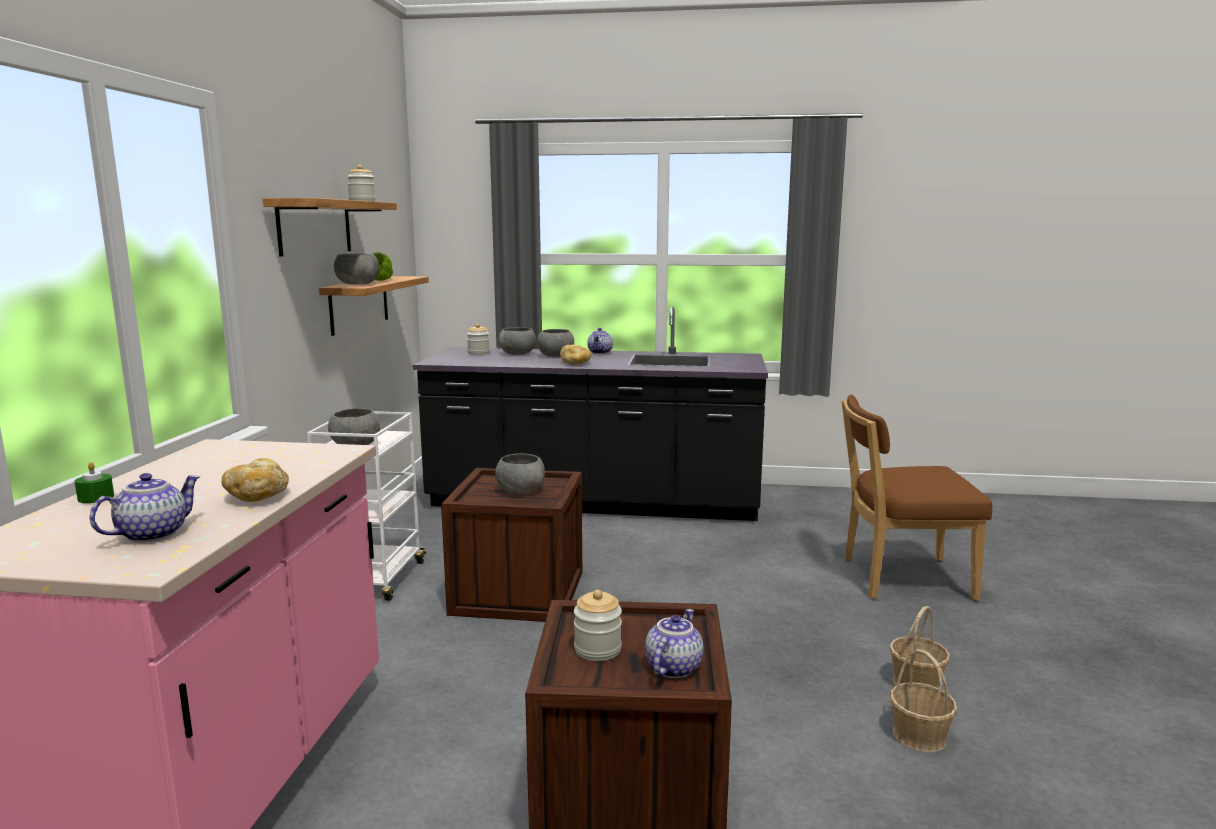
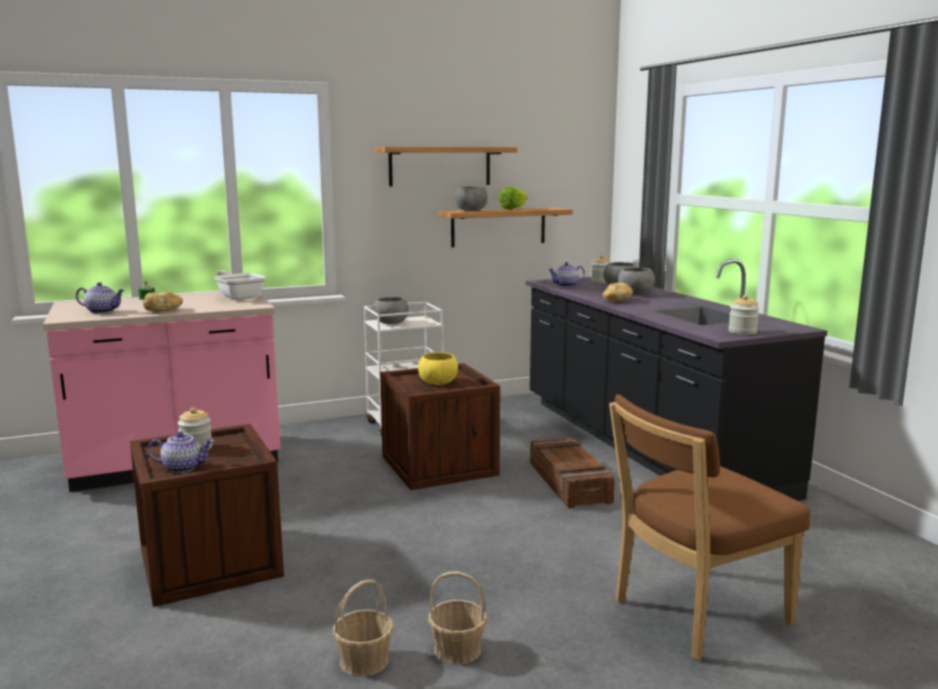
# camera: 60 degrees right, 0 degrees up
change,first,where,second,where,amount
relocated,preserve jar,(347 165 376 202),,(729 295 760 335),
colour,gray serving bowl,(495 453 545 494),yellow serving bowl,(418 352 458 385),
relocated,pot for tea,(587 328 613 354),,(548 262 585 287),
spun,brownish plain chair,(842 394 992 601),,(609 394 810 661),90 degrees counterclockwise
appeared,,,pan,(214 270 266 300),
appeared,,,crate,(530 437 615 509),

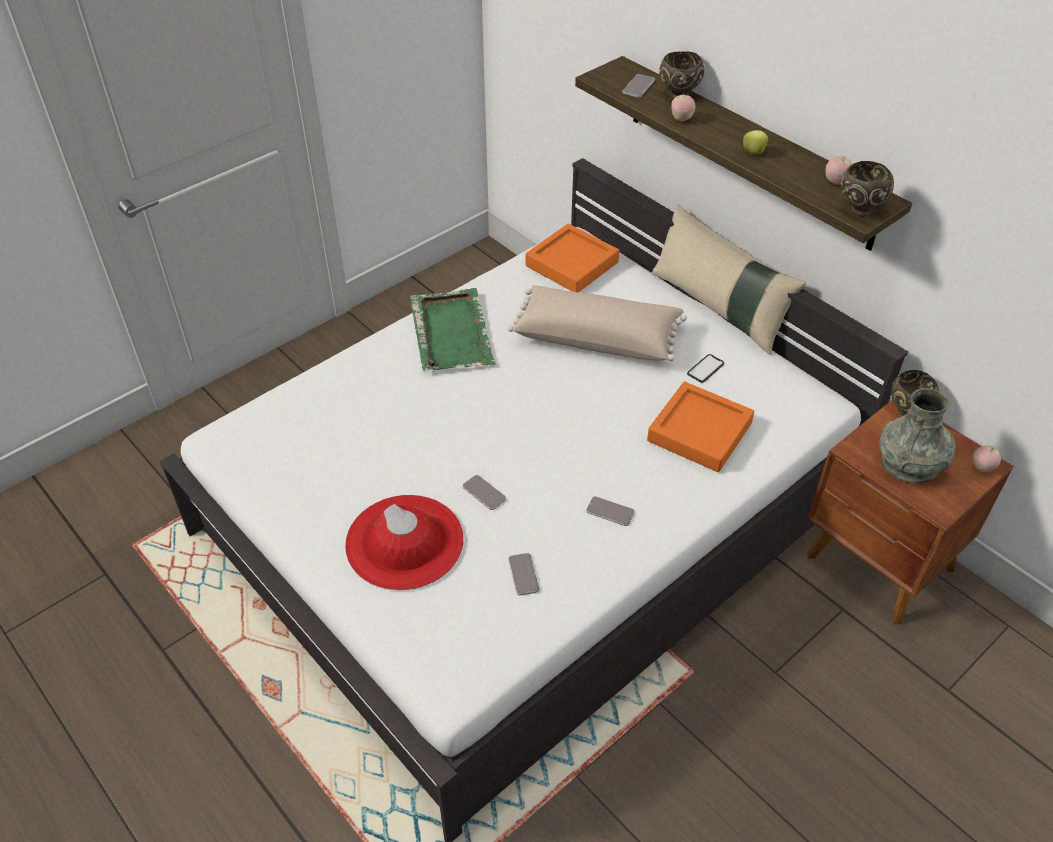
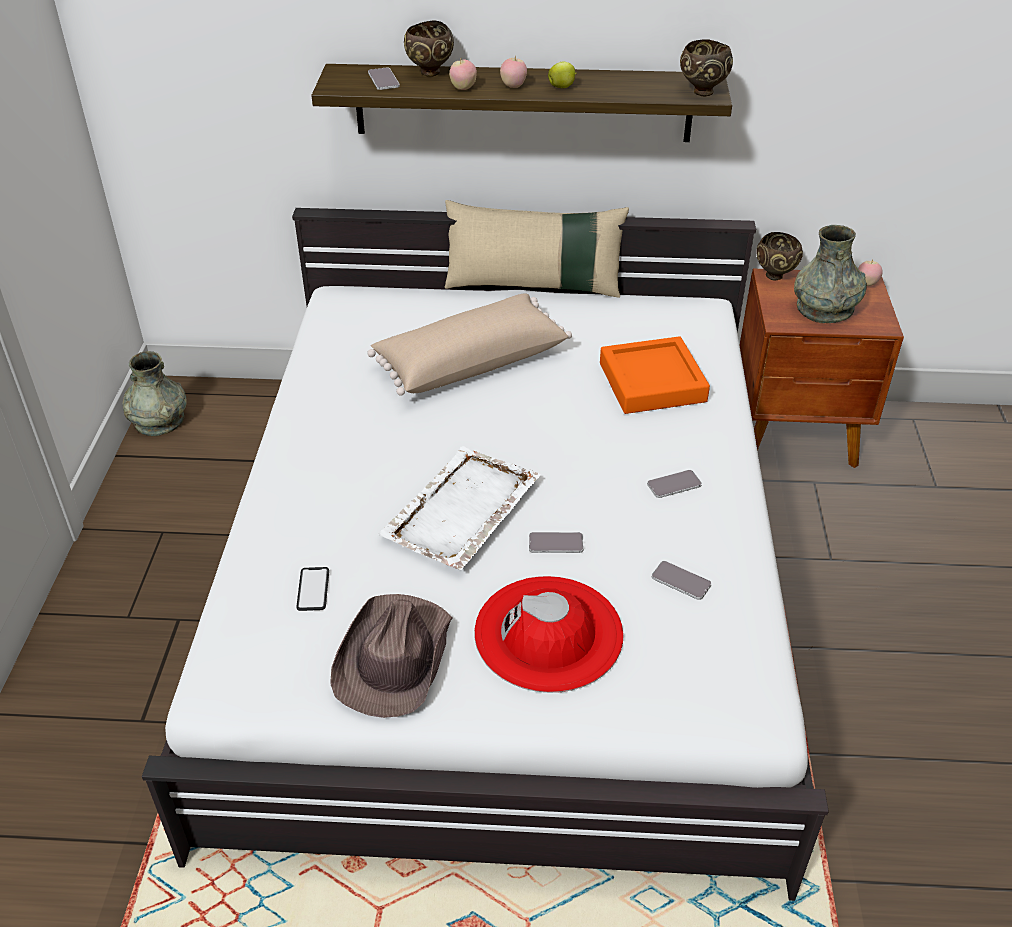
# camera: 45 degrees left, 5 degrees down
change,first,where,second,where,amount
missing,green carrying tray,(410 288 496 371),,,
missing,orange-coloured carrying tray,(525 224 619 292),,,
relocated,handset,(687 354 724 383),,(296 567 329 611),
relocated,whole apple,(826 156 852 185),,(500 56 527 88),
appeared,,,gray flower vase,(123 351 187 436),
appeared,,,brownish clothing hat,(330 594 453 718),
appeared,,,white-coloured carrying tray,(378 446 541 570),

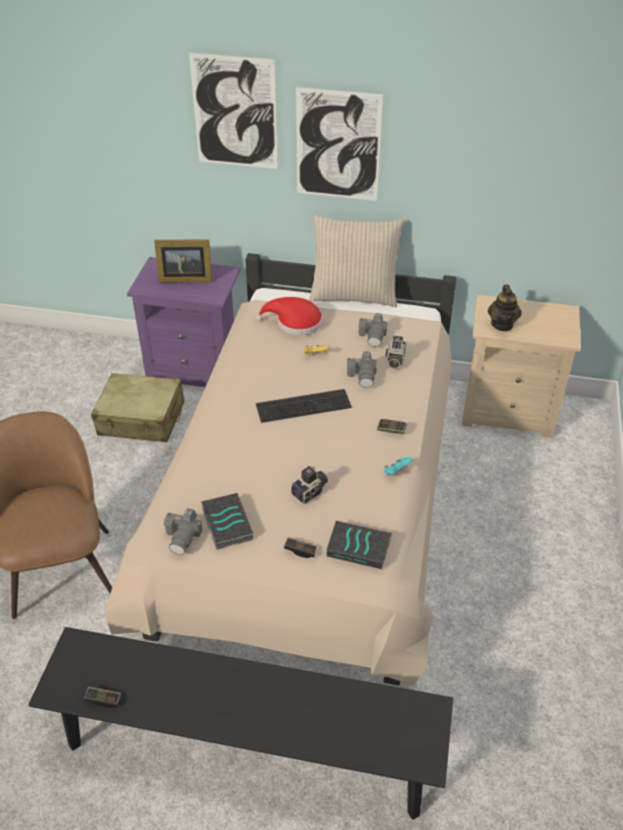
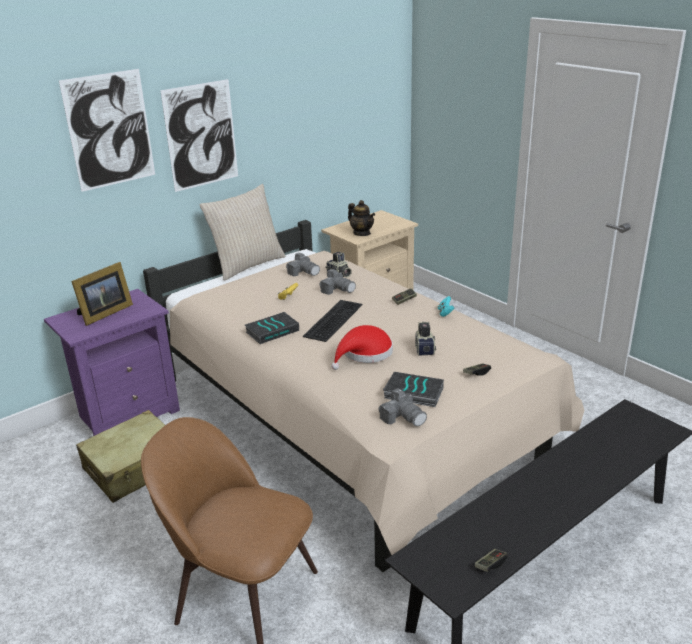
# camera: 50 degrees left, 15 degrees down
change,first,where,second,where,amount
relocated,reddish clothing hat,(256 297 323 336),,(331 325 393 370),
relocated,bound book,(327 521 392 569),,(245 312 299 344),

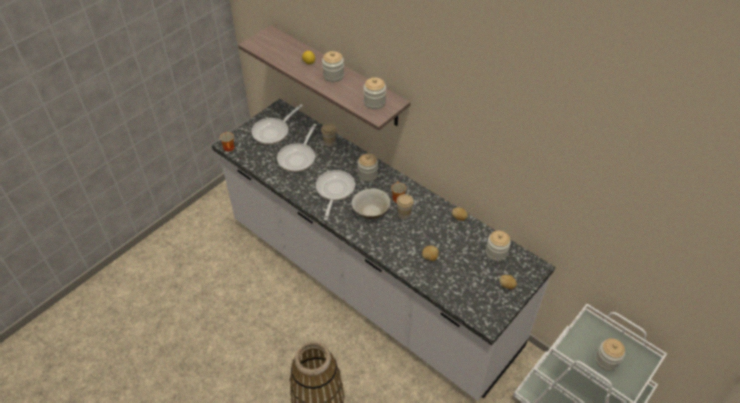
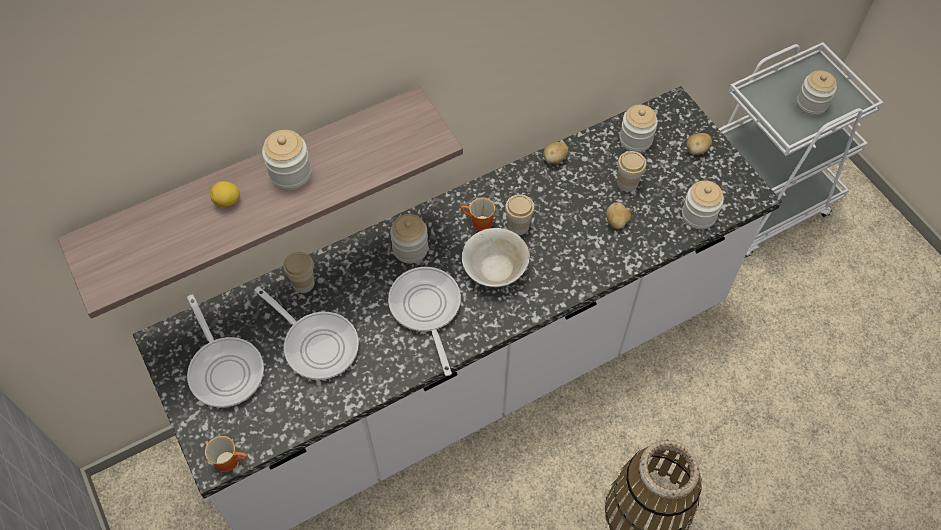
# camera: 70 degrees left, 10 degrees up
change,first,where,second,where,amount
spun,pan,(316 170 355 220),,(388 267 461 376),45 degrees clockwise
relocated,preserve jar,(364 78 386 110),,(682 180 724 230),
appeared,,,drinking cup,(617 151 646 192),

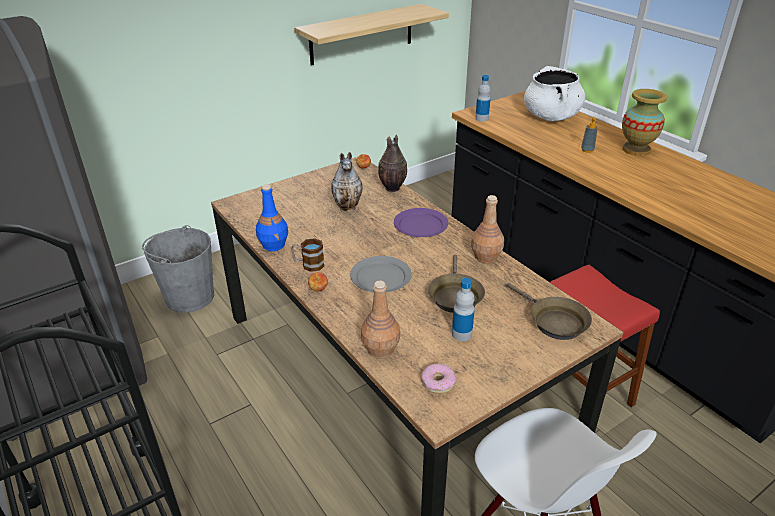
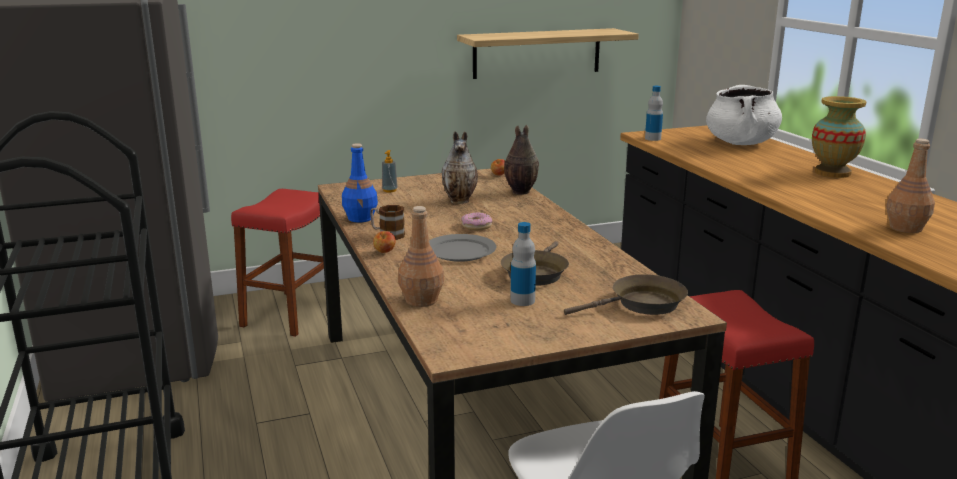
# camera: 15 degrees right, 15 degrees down
change,first,where,second,where,amount
exchanged,gray bucket,(142 225 214 313),reddish stool,(231 189 324 337),
missing,purplish plate,(394 208 448 237),,,
relocated,donut,(421 363 457 394),,(461 212 492 230),
relocated,brownish drink bottle,(471 195 504 264),,(886 139 935 233),
spun,brownish pan,(506 283 592 340),,(564 274 688 315),90 degrees counterclockwise
relocated,soap bottle,(581 117 598 153),,(382 150 398 193),

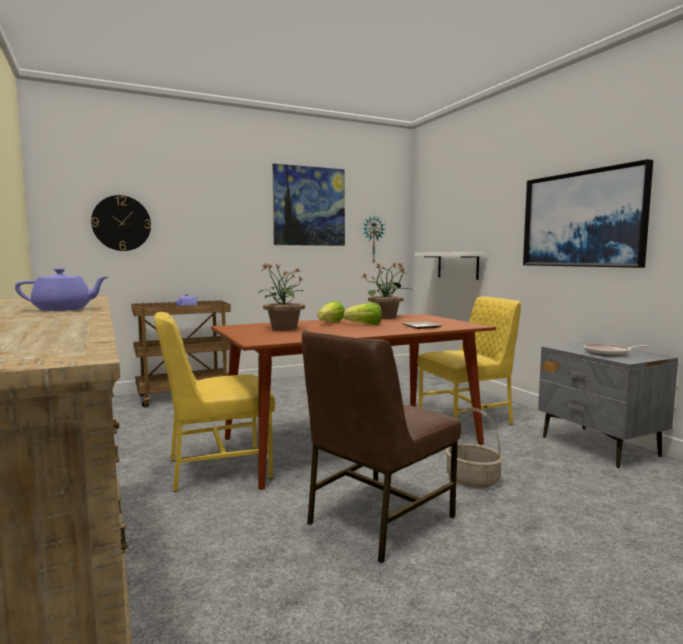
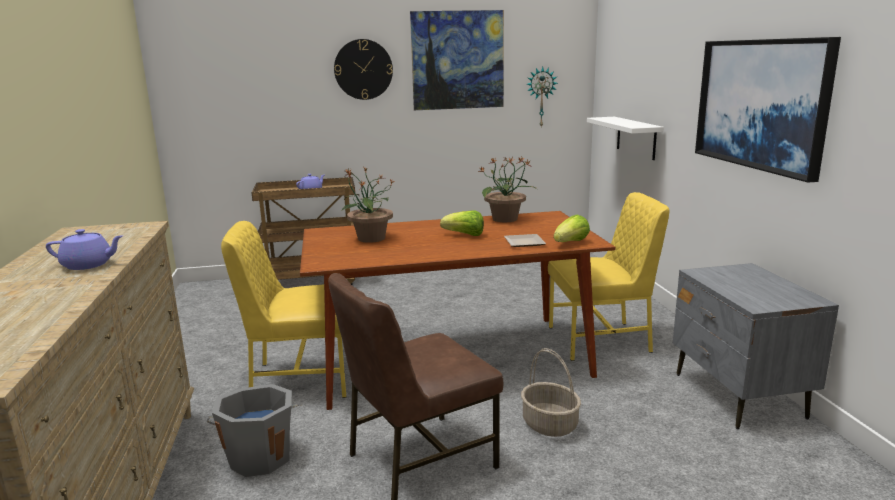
# camera: 15 degrees right, 10 degrees up
change,first,where,second,where,amount
relocated,clock on the wall,(91 195 151 251),,(334 39 393 100),
relocated,lettuce,(318 301 345 322),,(554 215 590 242),
missing,pan,(584 344 649 357),,,
appeared,,,gray bucket,(207 384 302 477),

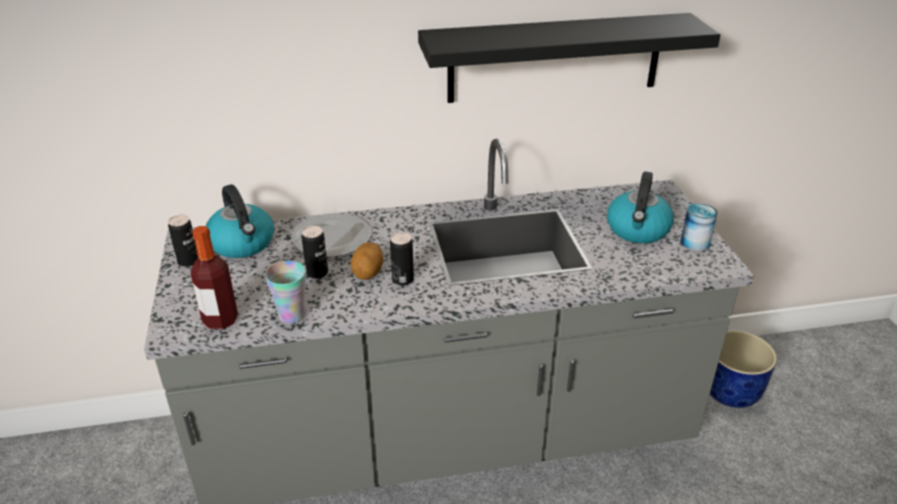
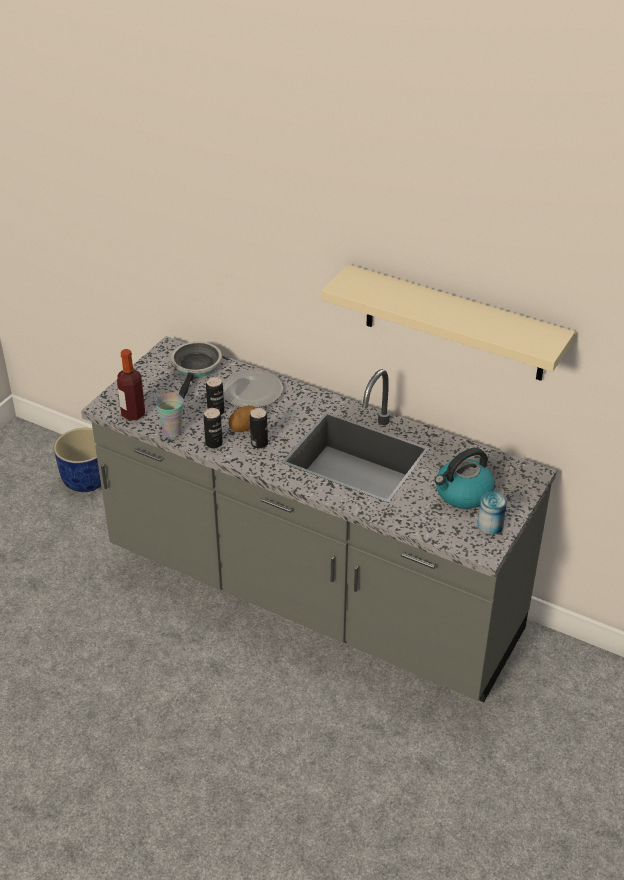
# camera: 40 degrees right, 5 degrees up
change,first,where,second,where,amount
relocated,metal can,(168 215 198 267),,(203 408 223 448),
exchanged,water kettle,(206 184 274 258),pan,(171 342 222 399),
colour,blackish bracket shelf,(418 13 721 103),beige-coloured bracket shelf,(321 264 575 381),
relocated,blue planter,(710 330 777 408),,(54 428 101 492),

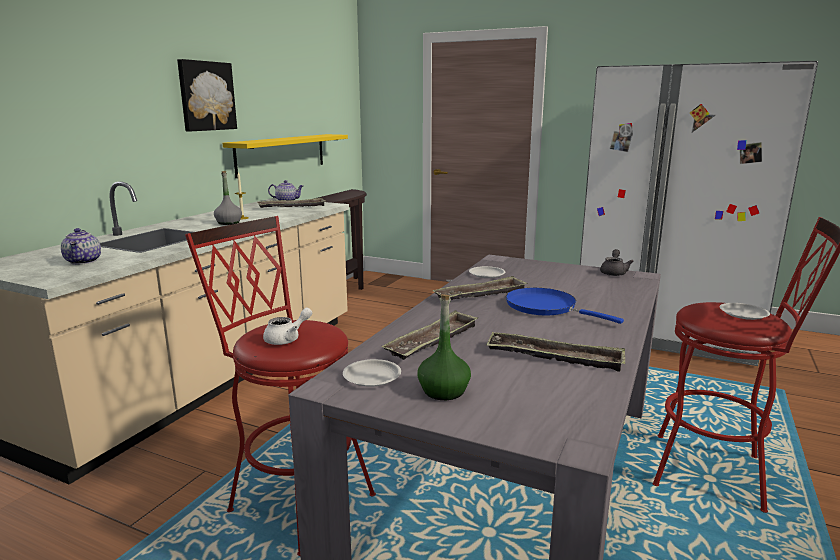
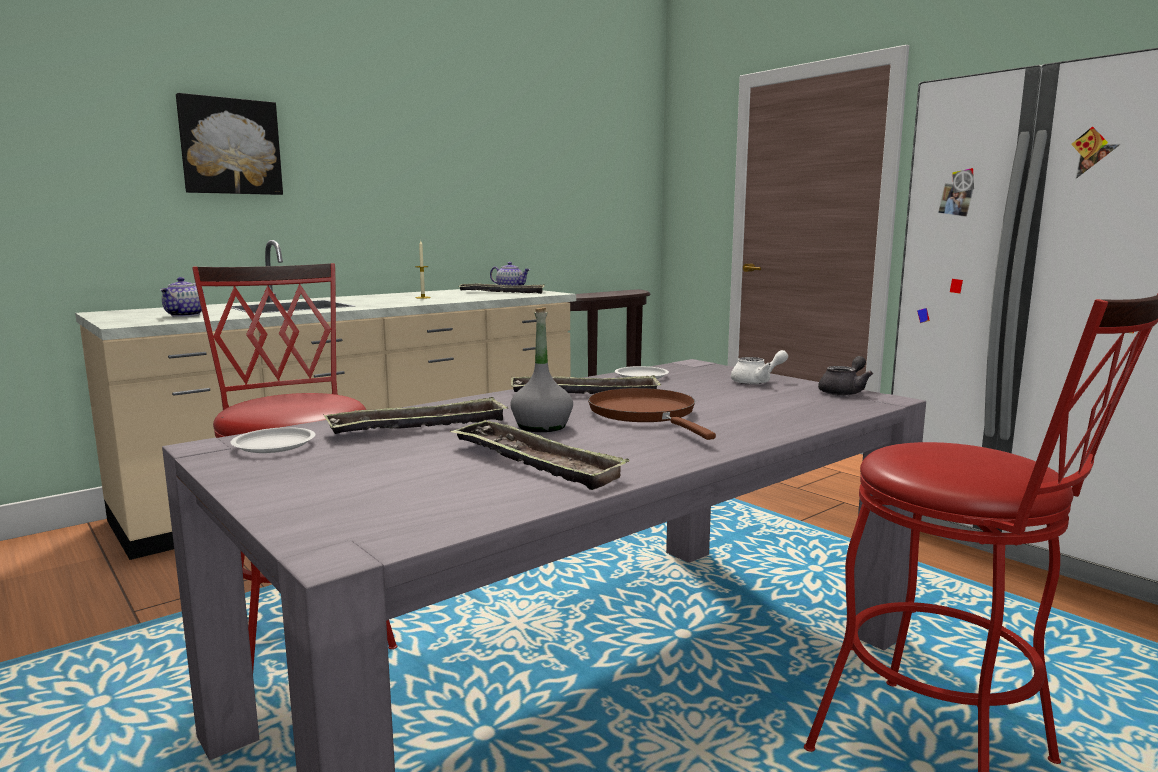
# camera: 25 degrees right, 5 degrees down
change,first,where,second,where,amount
relocated,wall art,(177 59 237 131),,(176 93 283 195),
relocated,gray drink bottle,(214 171 242 225),,(510 307 573 432),
missing,yellow bracket shelf,(222 134 348 178),,,
relocated,white-coloured pot for tea,(263 308 312 345),,(731 350 788 385),
missing,green drink bottle,(417 294 471 400),,,
colour,blue pan,(506 288 624 324),brownish pan,(588 388 716 440),
missing,white-coloured plate,(720 303 770 320),,,

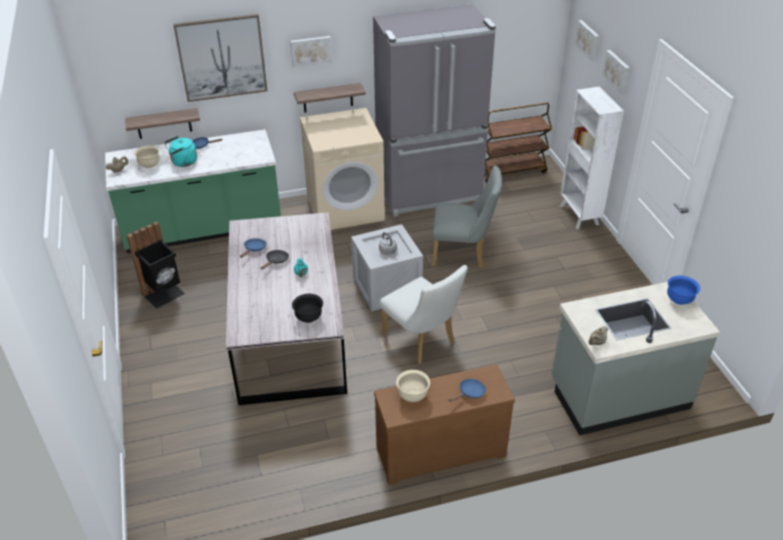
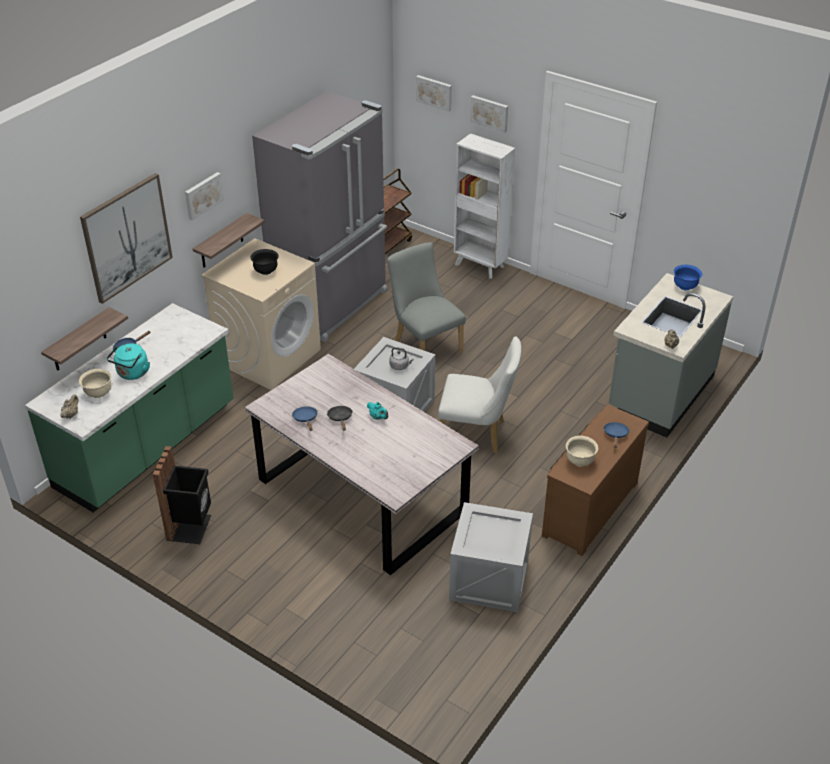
# camera: 40 degrees left, 0 degrees up
change,first,where,second,where,amount
relocated,blackish serving bowl,(292 294 323 323),,(251 249 279 275),
spun,gray plain chair,(432 166 502 268),,(387 242 466 353),90 degrees counterclockwise
appeared,,,crate,(449 502 533 612),

